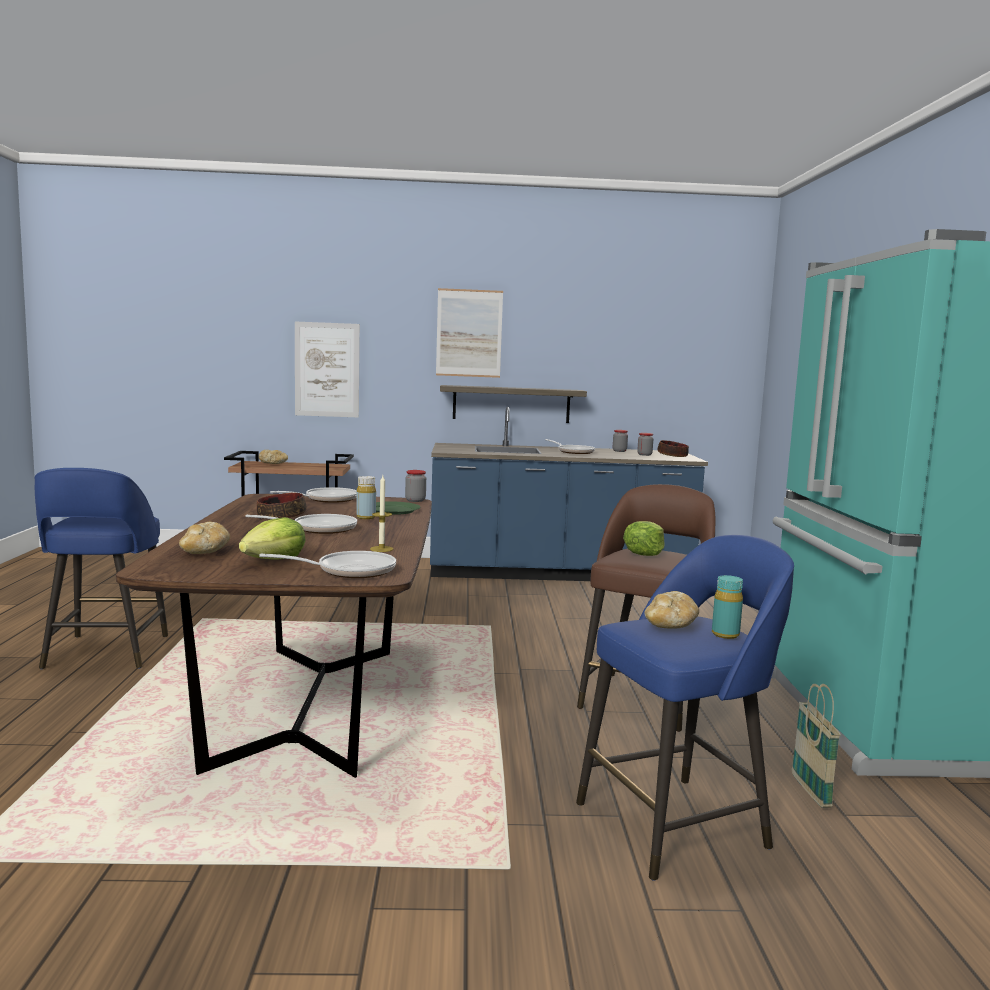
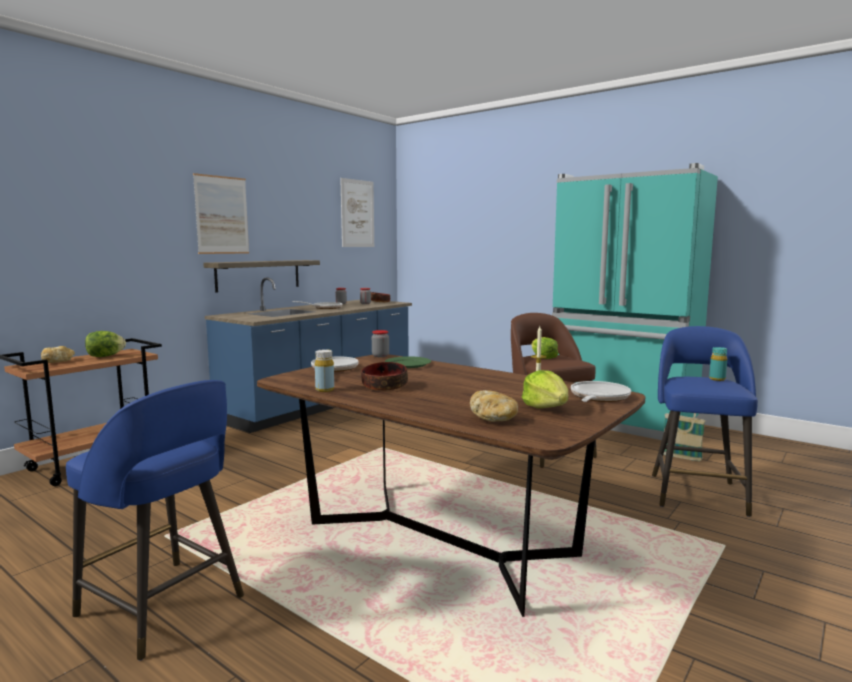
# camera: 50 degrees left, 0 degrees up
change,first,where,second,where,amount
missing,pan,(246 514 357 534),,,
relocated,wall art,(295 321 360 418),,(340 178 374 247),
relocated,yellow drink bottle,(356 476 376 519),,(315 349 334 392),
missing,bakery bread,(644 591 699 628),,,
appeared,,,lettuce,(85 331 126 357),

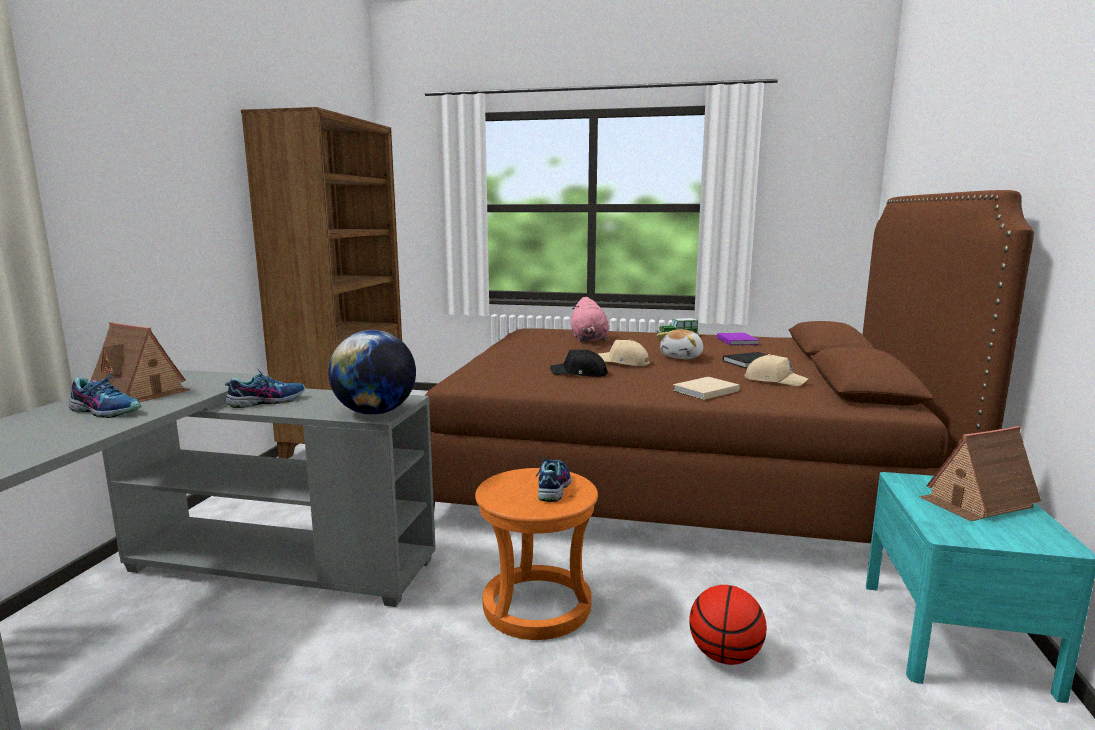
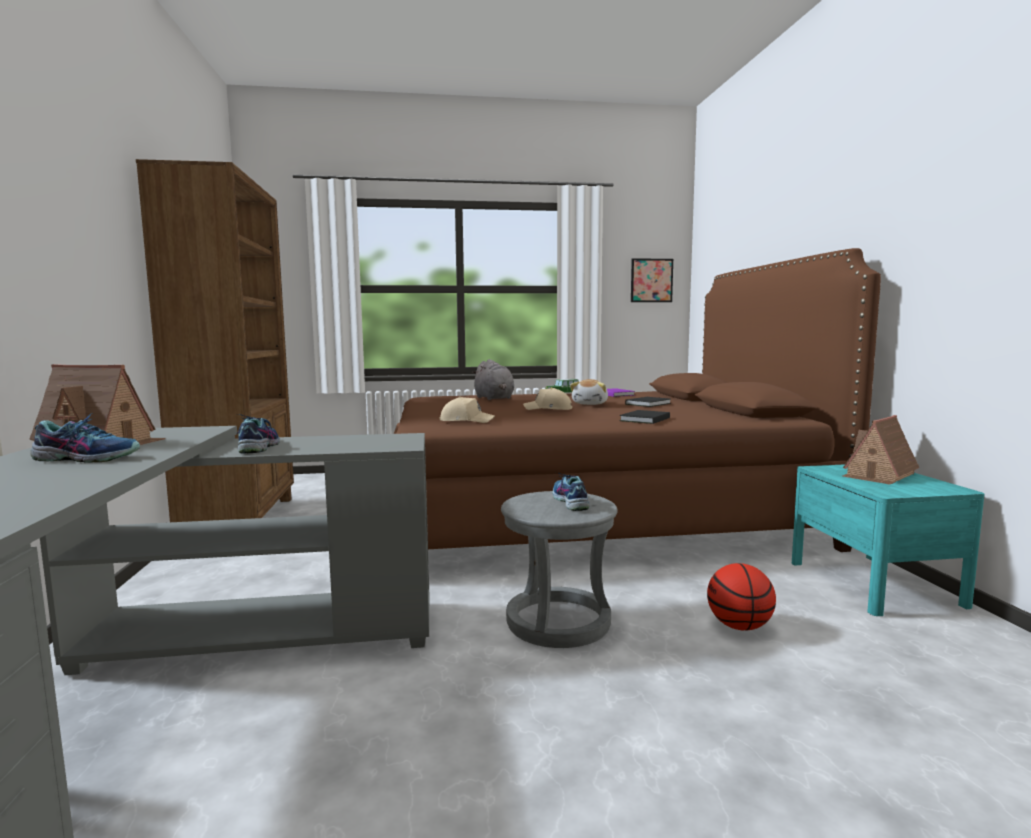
# camera: 20 degrees left, 5 degrees down
change,first,where,second,where,amount
spun,shoe,(225 369 305 408),,(237 414 280 453),45 degrees counterclockwise
missing,desk globe,(328 330 416 415),,,
colour,orange-coloured stool,(475 468 598 640),gray stool,(501 491 618 648),
missing,blackish cap,(550 349 608 377),,,
colour,pinkish soft toy,(571 297 609 342),gray soft toy,(472 359 514 400),
colour,beige-coloured bound book,(673 377 740 400),blackish bound book,(620 410 670 424),
relocated,beige-coloured cap,(744 354 808 387),,(439 397 495 423),
appeared,,,wall art,(631 258 673 302),

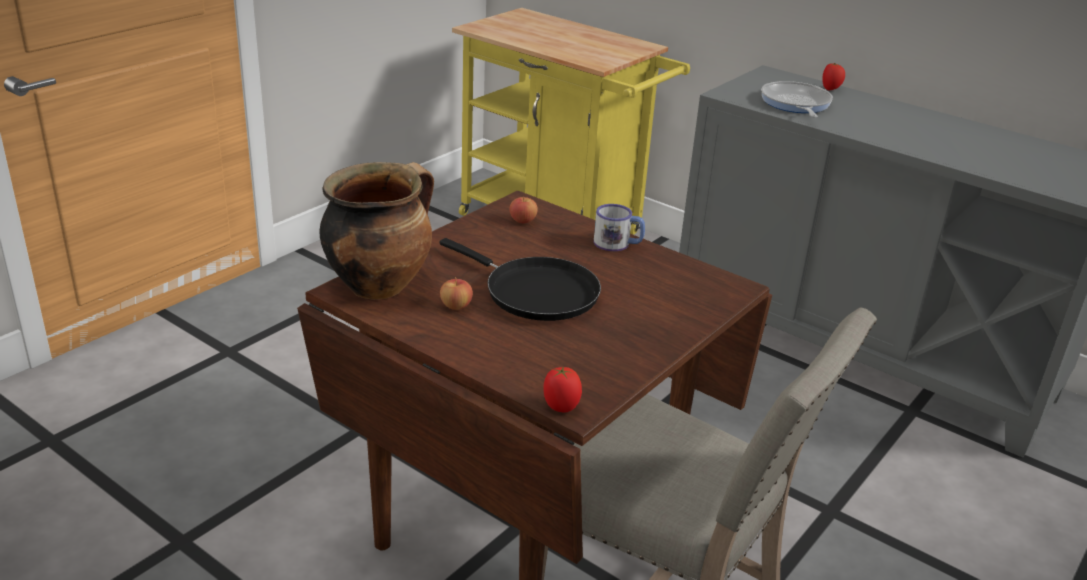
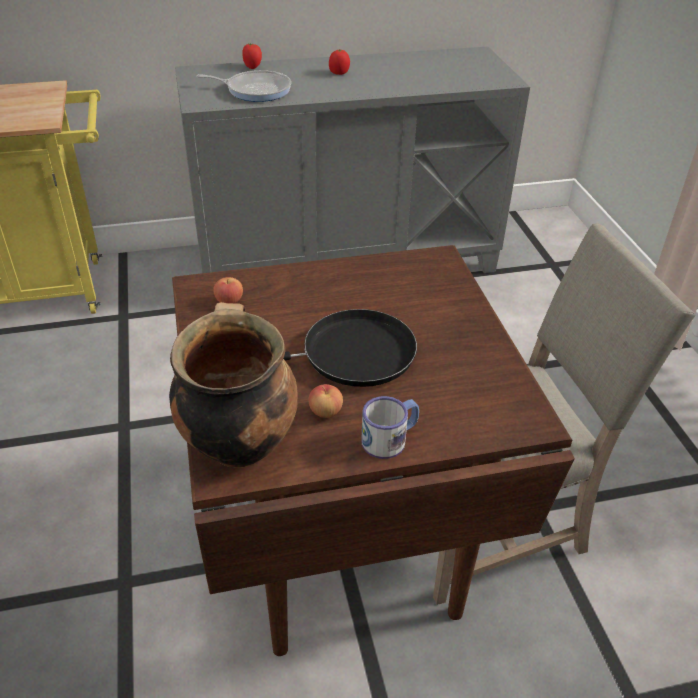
# camera: 50 degrees left, 10 degrees up
change,first,where,second,where,amount
relocated,fresh tomato,(543 367 582 413),,(329 49 350 75),
relocated,coffee mug,(594 204 645 251),,(361 396 419 459),
spun,pan,(761 81 833 118),,(196 70 291 102),150 degrees clockwise

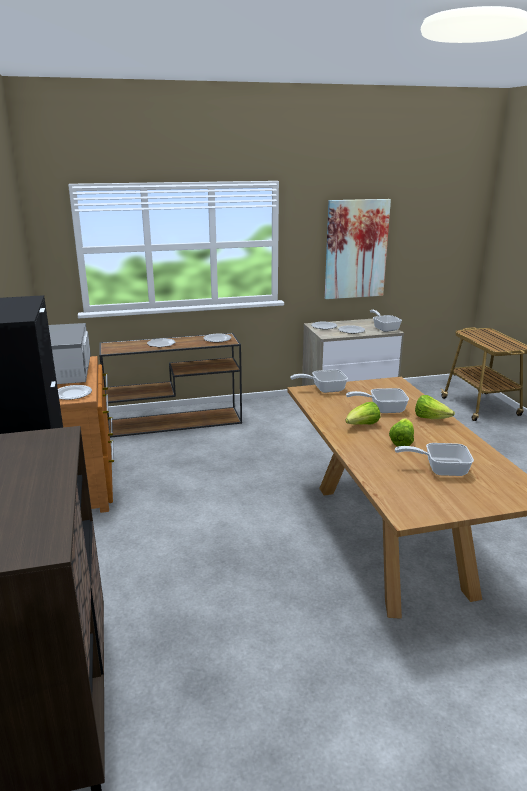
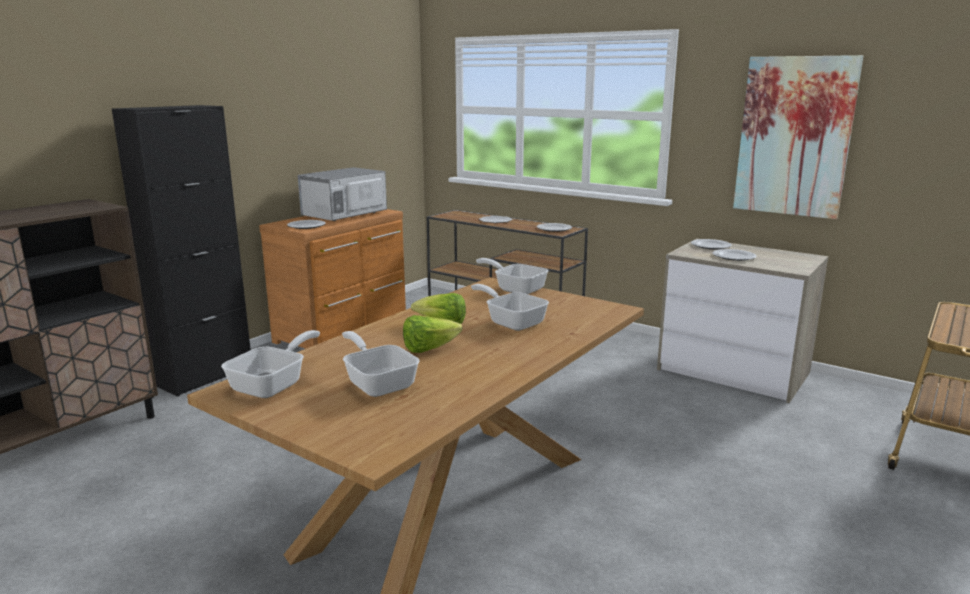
# camera: 50 degrees right, 5 degrees down
change,first,where,second,where,amount
relocated,pan,(370 310 402 332),,(221 330 320 398),
missing,lettuce,(415 395 455 419),,,

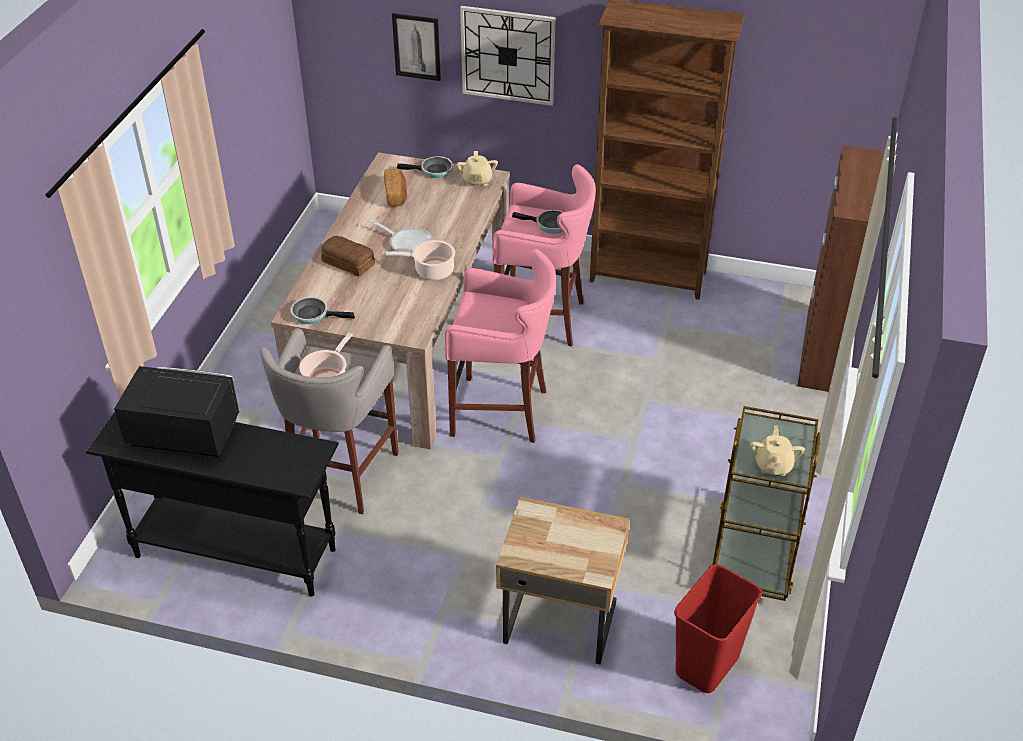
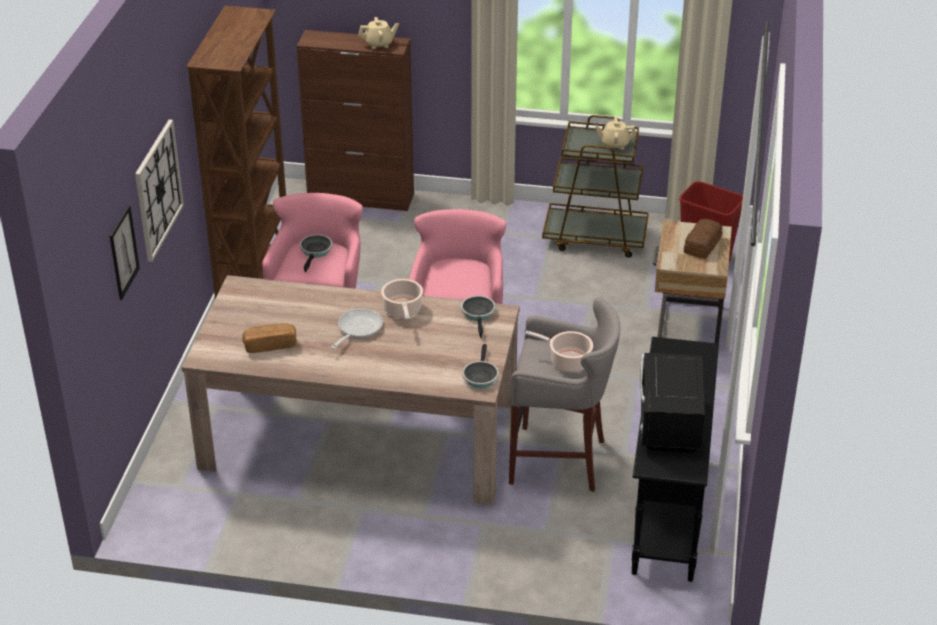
# camera: 95 degrees left, 5 degrees down
change,first,where,second,where,amount
relocated,bakery bread,(321 236 375 277),,(684 219 722 259),
relocated,pan,(397 156 453 178),,(461 295 496 338),
relocated,beige-coloured pot for tea,(456 151 498 187),,(359 17 399 49),

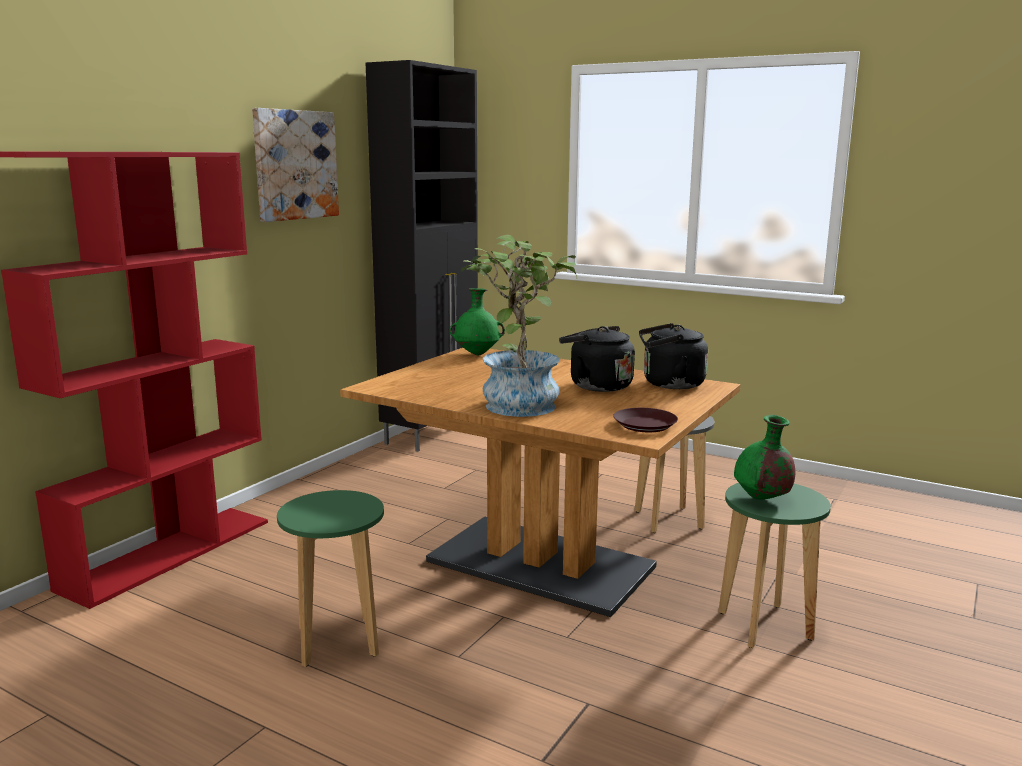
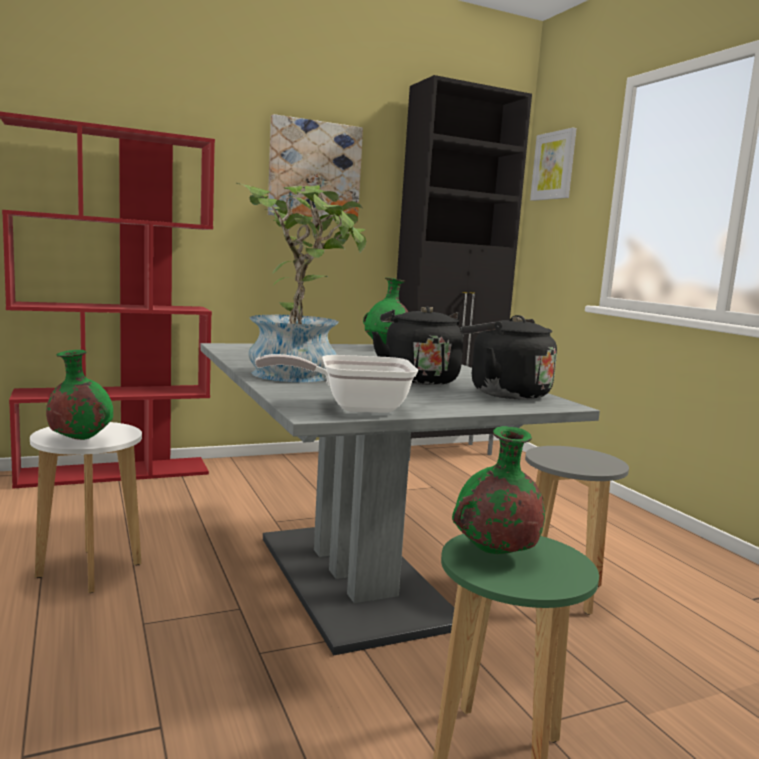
# camera: 35 degrees right, 5 degrees down
change,first,where,second,where,amount
colour,green stool,(277 490 384 667),white-coloured stool,(30 422 142 593),
colour,brownish dining table,(340 348 740 617),gray dining table,(200 343 600 655),
exchanged,brownish plate,(613 408 678 432),pan,(255 354 418 413),
appeared,,,green flower vase,(46 350 113 440),
appeared,,,wall art,(530 128 577 201),

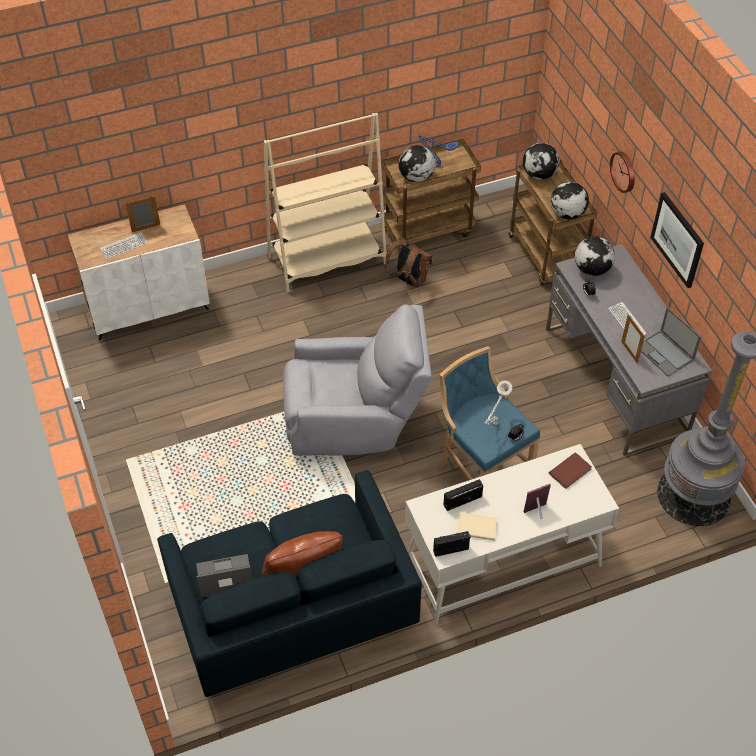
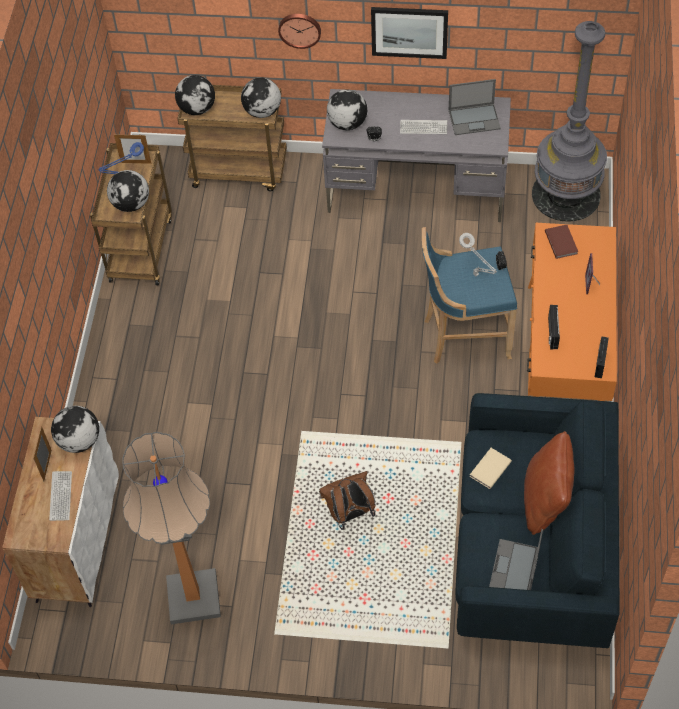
# camera: 60 degrees left, 5 degrees up
change,first,where,second,where,amount
missing,beige-coloured bookcase,(264 113 387 292),,,
missing,gray armchair,(283 304 432 456),,,
relocated,brownish rucksack,(385 237 433 288),,(319 471 376 530),
colour,white-coloured desk table,(405 444 619 625),orange-coloured desk table,(527 223 617 401),
relocated,beige-coloured bound book,(457 512 497 541),,(470 448 512 489),
relocated,standing frame,(621 314 645 364),,(114 134 151 164),
appeared,,,desk globe,(51 406 99 453),
appeared,,,standing lamp,(122 432 221 624),

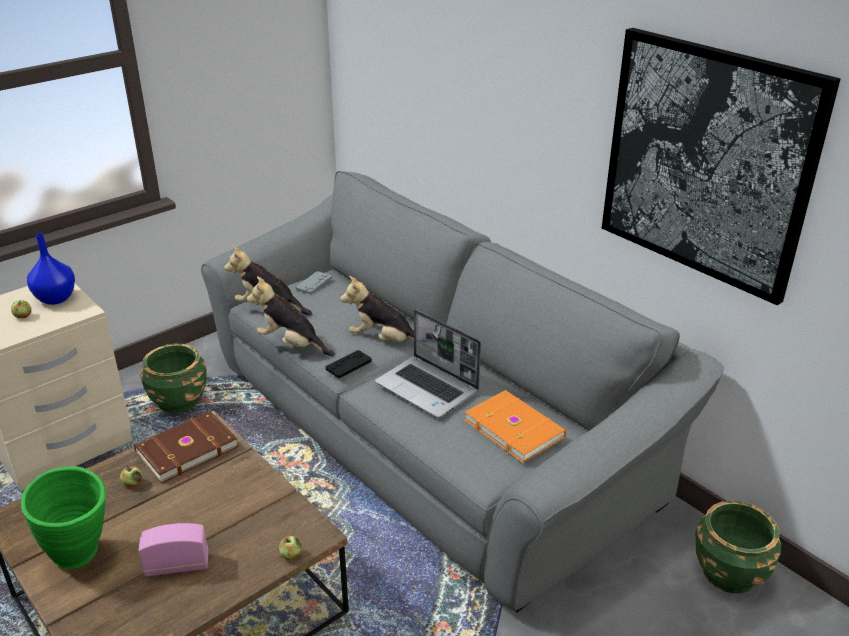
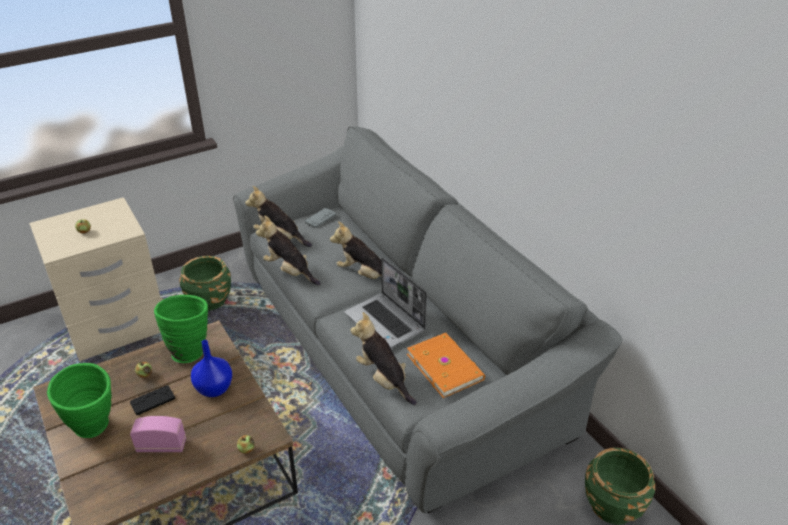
# camera: 10 degrees right, 5 degrees up
change,first,where,second,where,amount
relocated,blue flower vase,(27 233 75 305),,(191 340 232 397),
exchanged,brownish bound book,(134 411 239 483),green flower vase,(154 295 208 363),
relocated,blackish joypad,(326 350 372 378),,(130 385 175 415),
missing,wall art,(602 28 840 305),,,
appeared,,,soft toy,(350 312 417 405),

